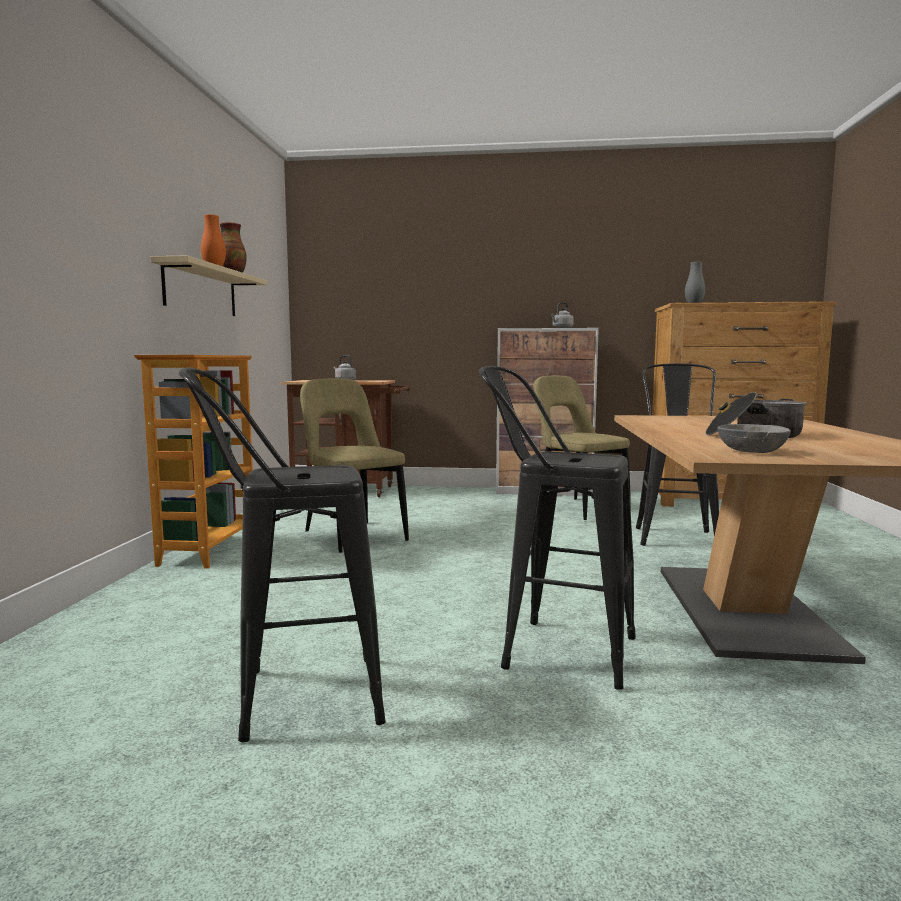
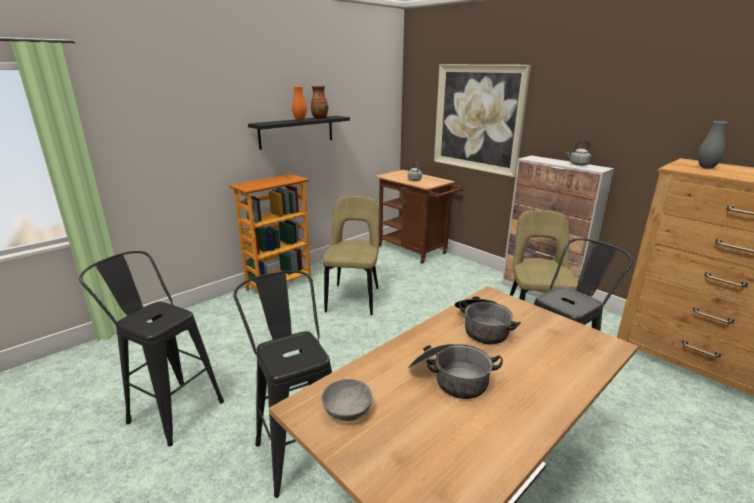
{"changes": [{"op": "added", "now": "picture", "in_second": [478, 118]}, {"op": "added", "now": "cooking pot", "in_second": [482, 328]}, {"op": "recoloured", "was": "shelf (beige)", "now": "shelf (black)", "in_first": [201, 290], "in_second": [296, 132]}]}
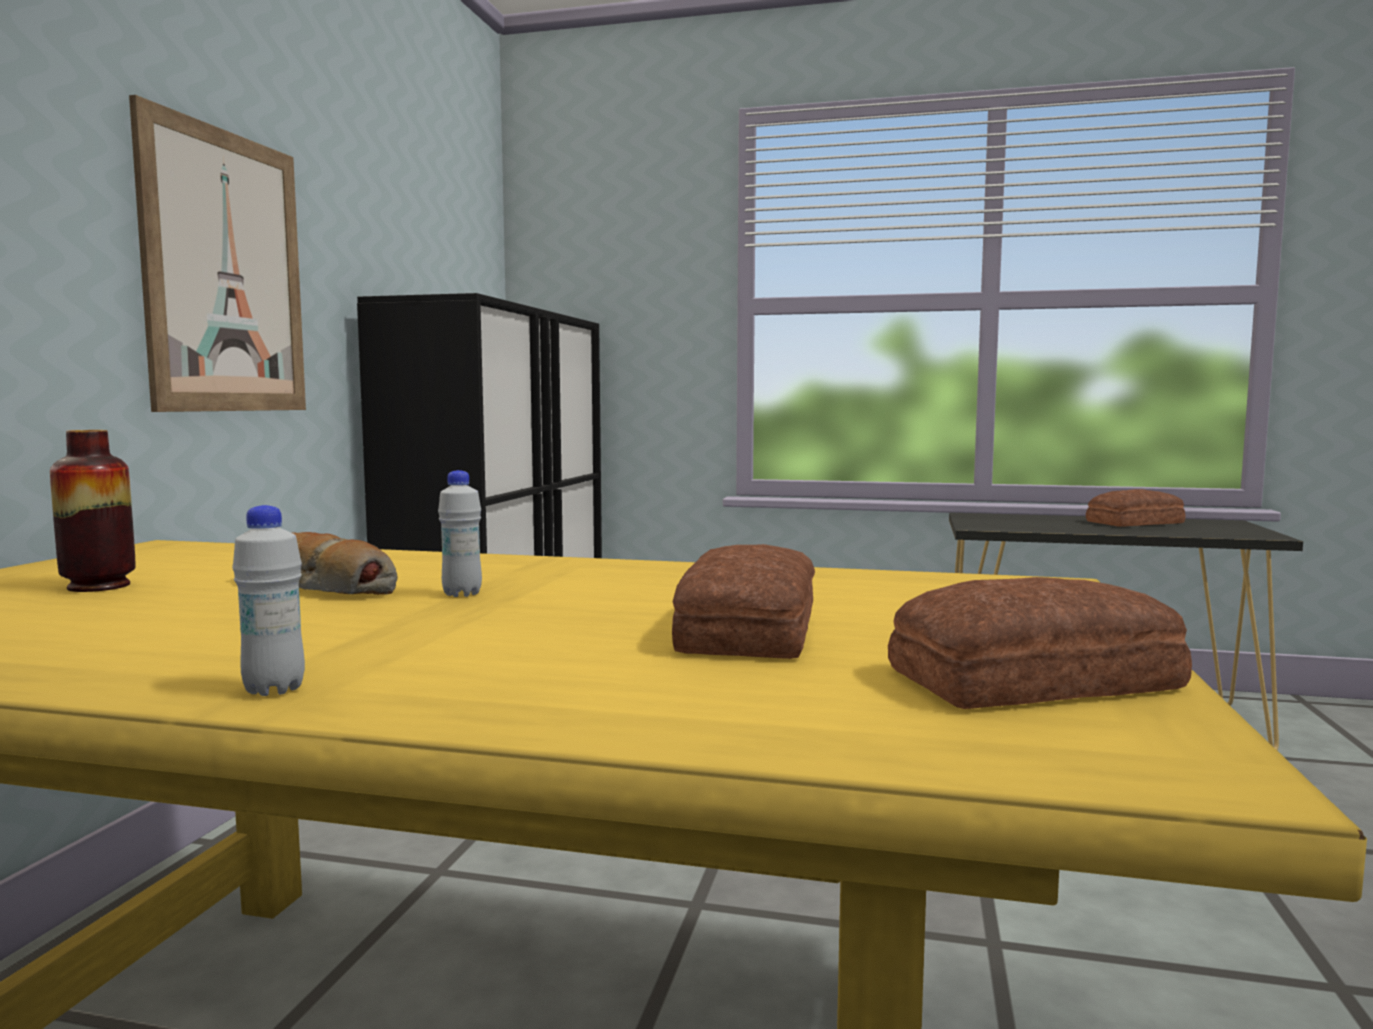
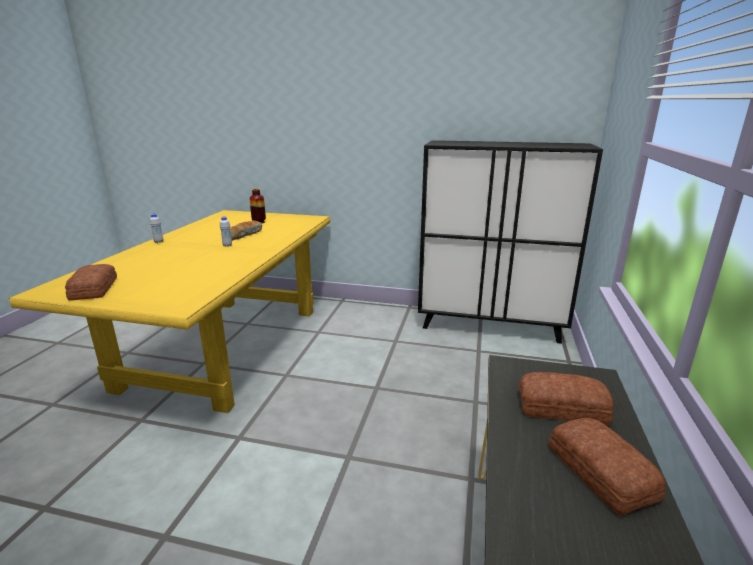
{"changes": [{"op": "removed", "was": "picture", "in_first": [225, 272]}, {"op": "moved", "was": "bread", "in_first": [752, 630], "in_second": [563, 408]}]}
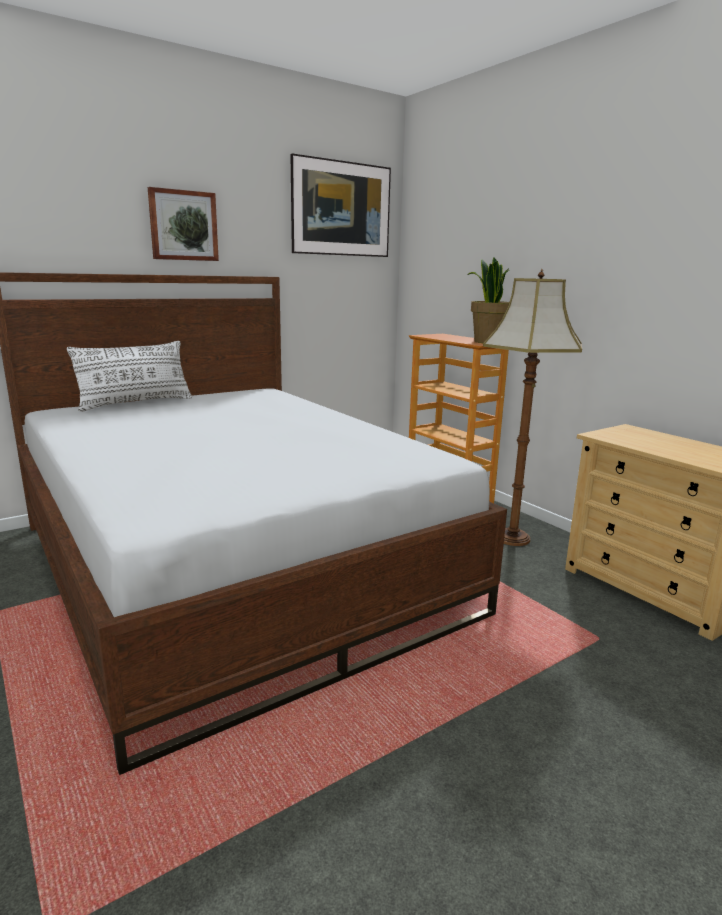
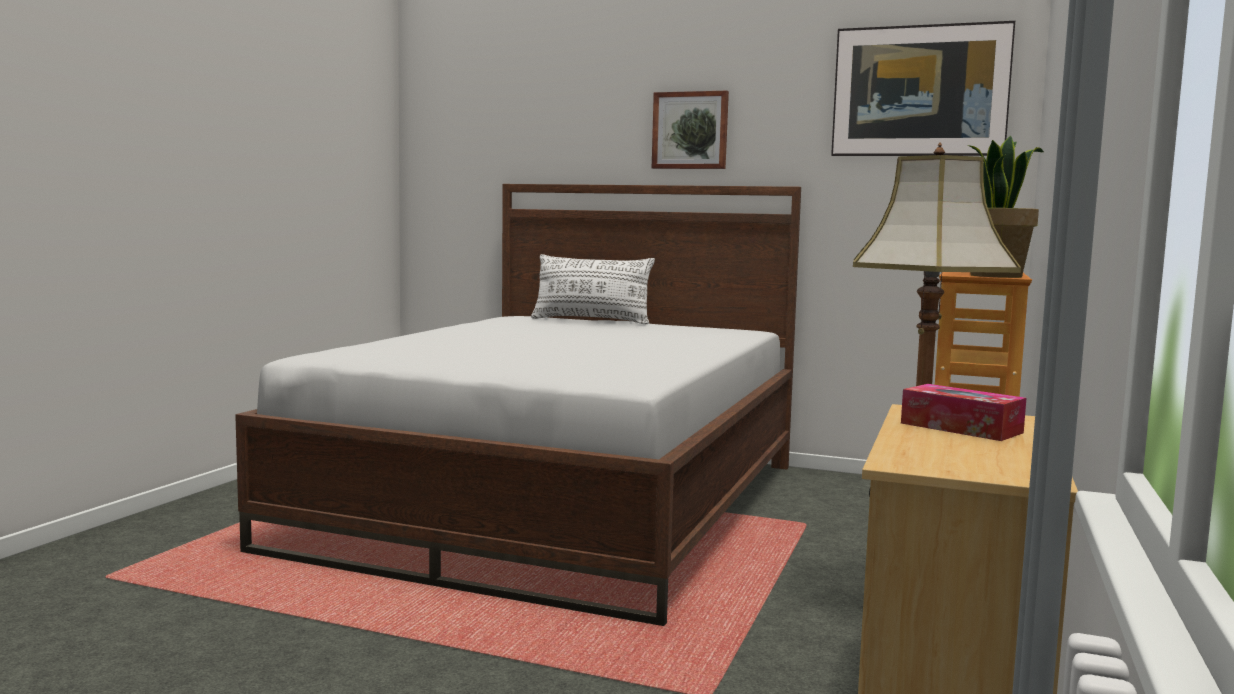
{"changes": [{"op": "added", "now": "tissue box", "in_second": [961, 428]}]}
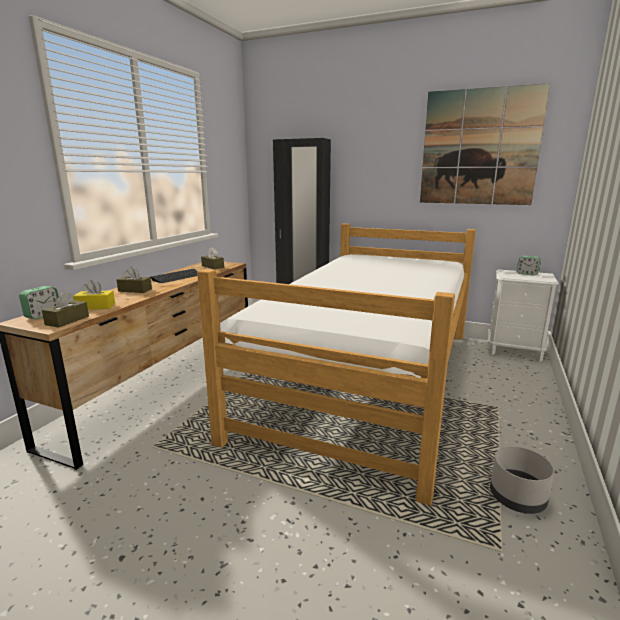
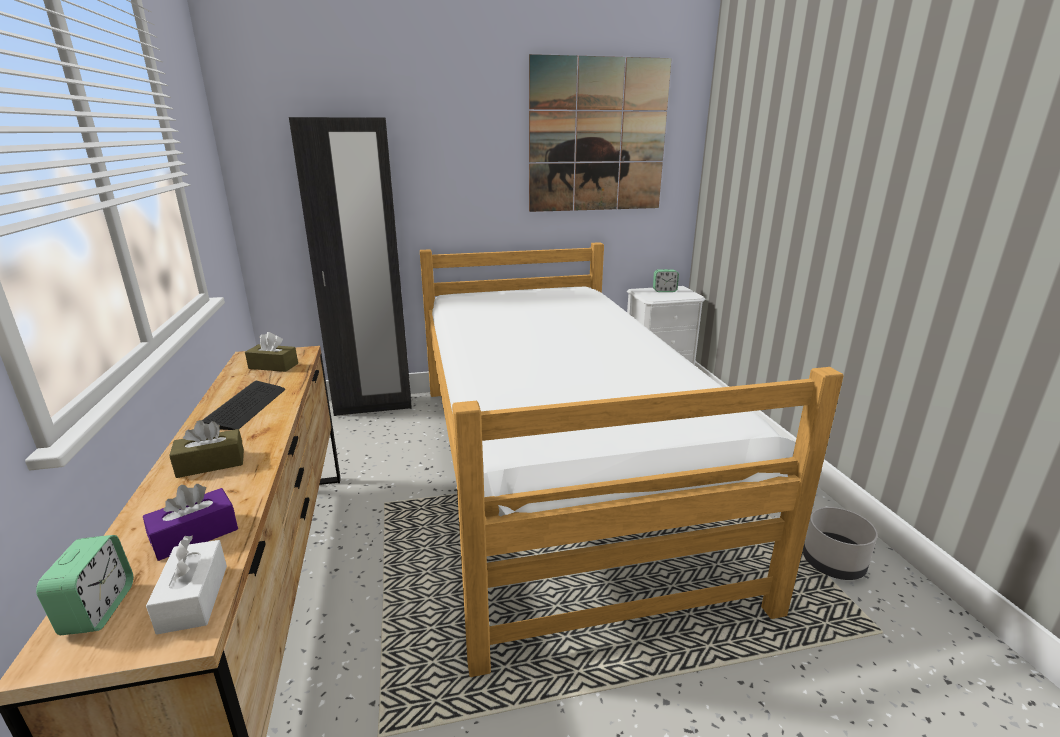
{"changes": [{"op": "recoloured", "was": "tissue box (brown)", "now": "tissue box (white)", "in_first": [67, 320], "in_second": [194, 598]}, {"op": "recoloured", "was": "tissue box (yellow)", "now": "tissue box (purple)", "in_first": [95, 306], "in_second": [195, 535]}]}
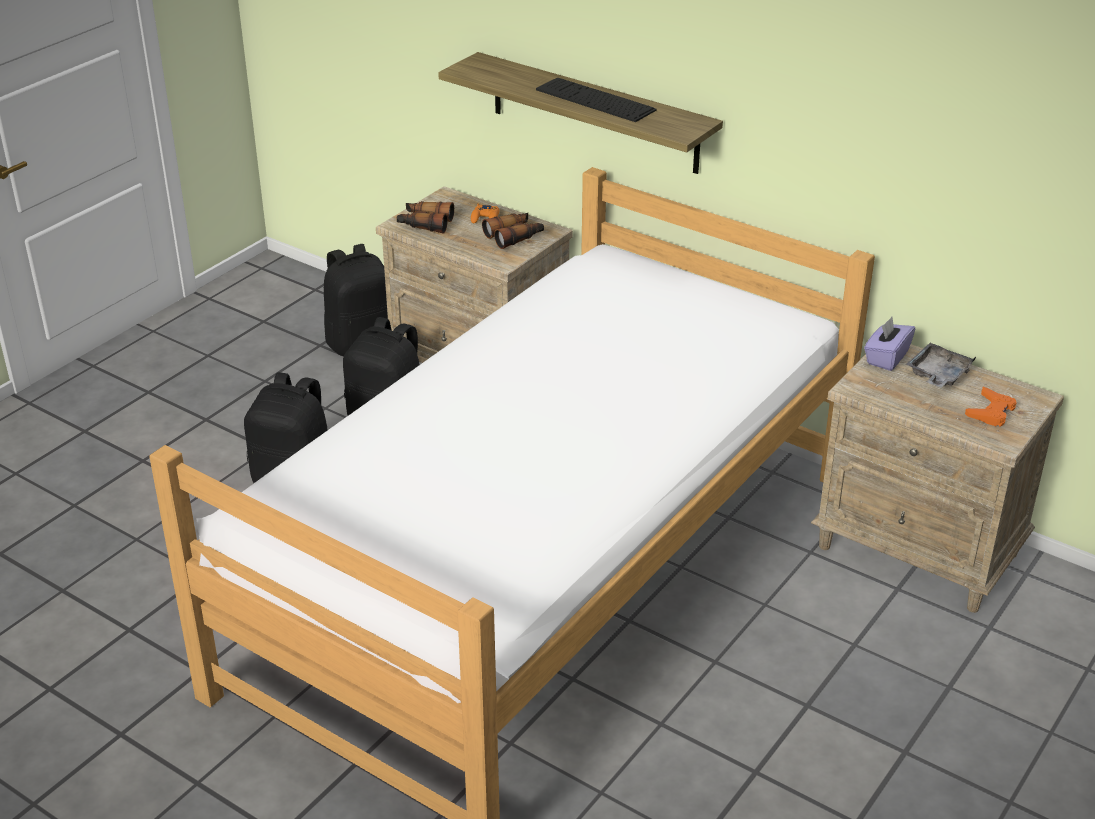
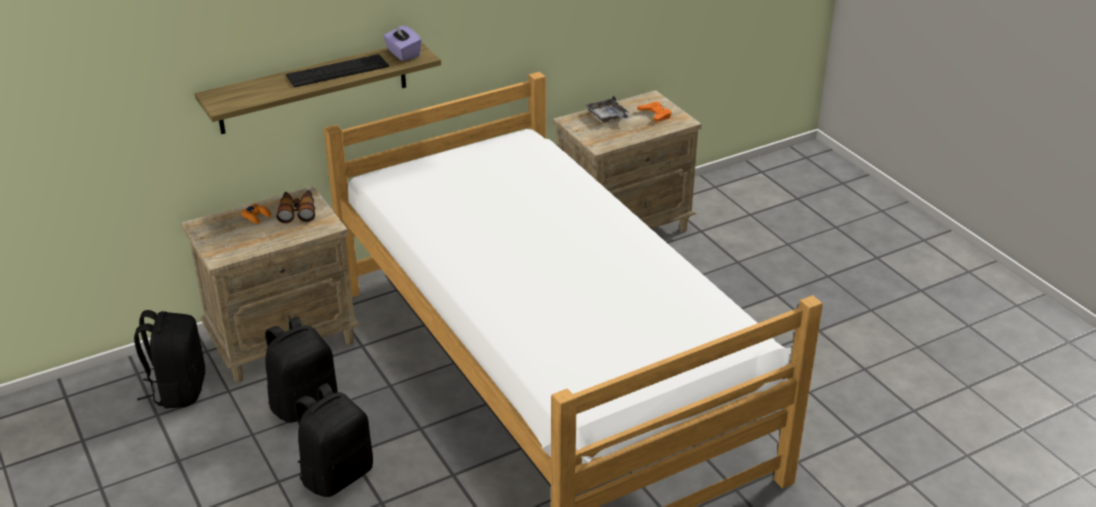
{"changes": [{"op": "removed", "was": "binoculars", "in_first": [425, 224]}, {"op": "moved", "was": "tissue box (purple)", "in_first": [886, 358], "in_second": [403, 54]}]}
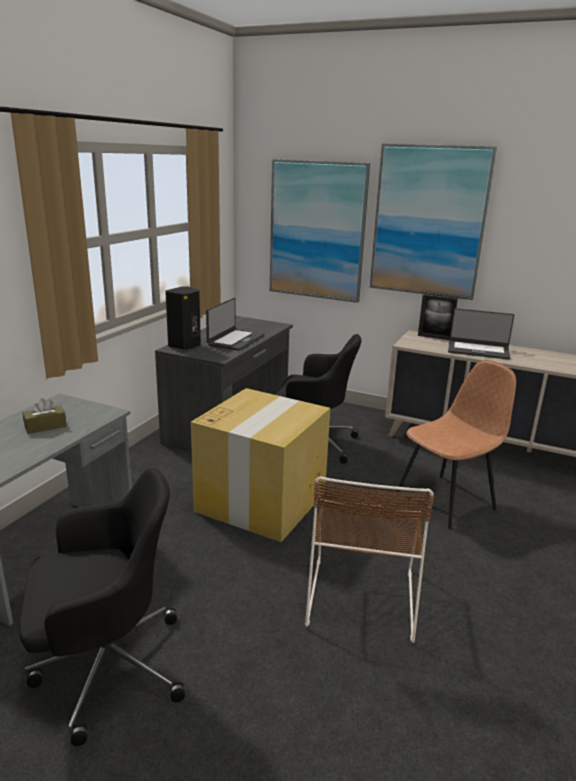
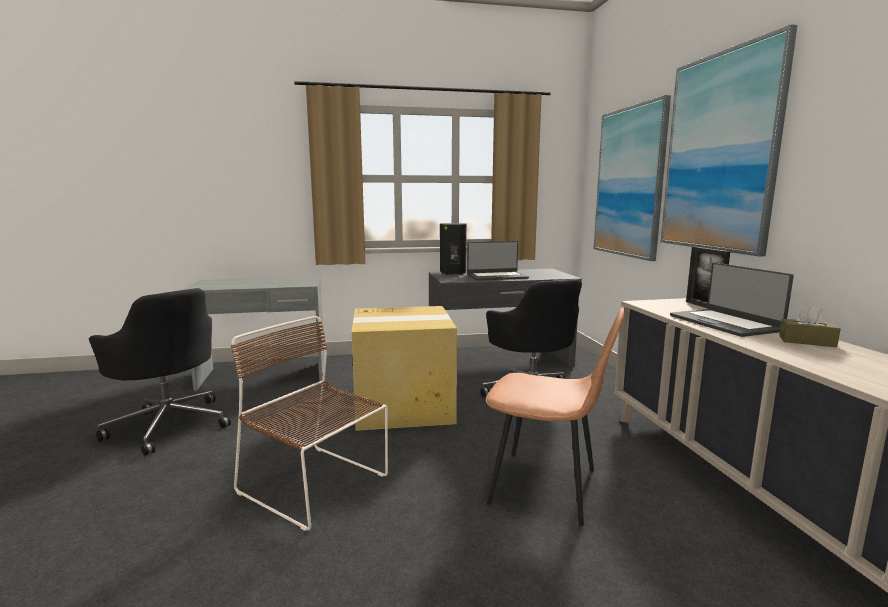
{"changes": [{"op": "moved", "was": "tissue box (brown)", "in_first": [45, 426], "in_second": [807, 341]}, {"op": "turned", "was": "chair (brown)", "in_first": [361, 594], "in_second": [316, 485], "clockwise": 60}]}
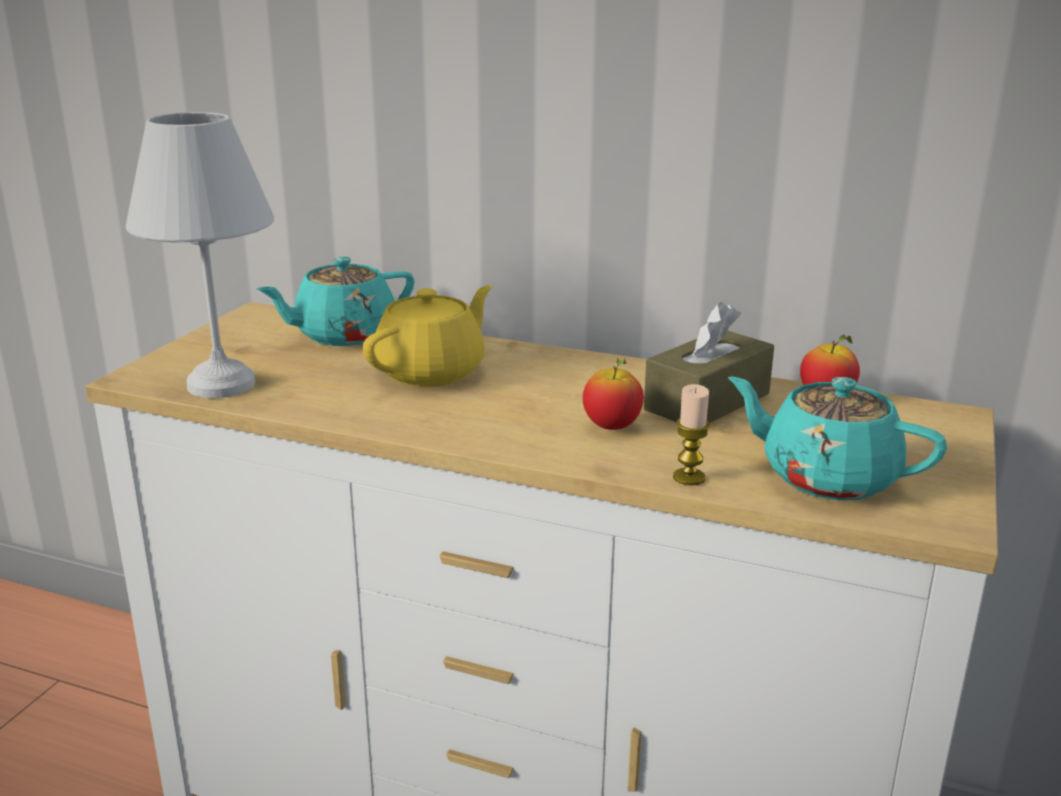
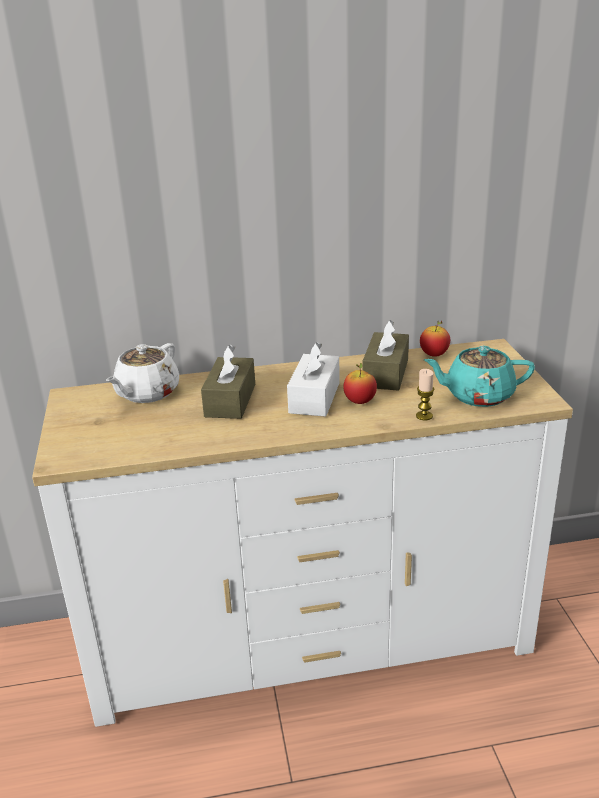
{"changes": [{"op": "removed", "was": "table lamp (white)", "in_first": [220, 383]}, {"op": "added", "now": "tissue box (white)", "in_second": [314, 397]}, {"op": "replaced", "was": "teapot (yellow)", "now": "tissue box (brown)", "in_first": [432, 372], "in_second": [230, 400]}, {"op": "recoloured", "was": "teapot (turquoise)", "now": "teapot (white)", "in_first": [343, 335], "in_second": [146, 393]}]}
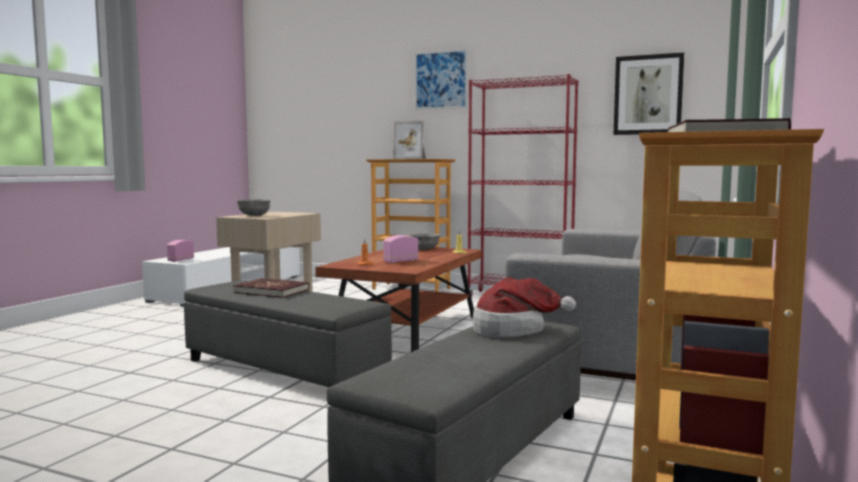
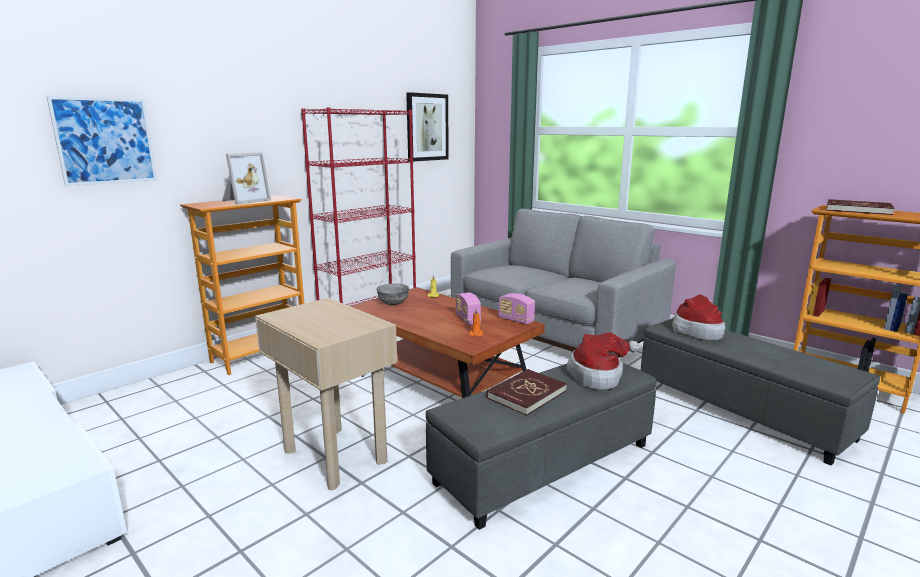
{"changes": [{"op": "removed", "was": "bowl (grey)", "in_first": [253, 215]}, {"op": "added", "now": "hat", "in_second": [599, 375]}, {"op": "moved", "was": "radio", "in_first": [180, 260], "in_second": [516, 320]}, {"op": "moved", "was": "picture", "in_first": [441, 80], "in_second": [105, 141]}]}
